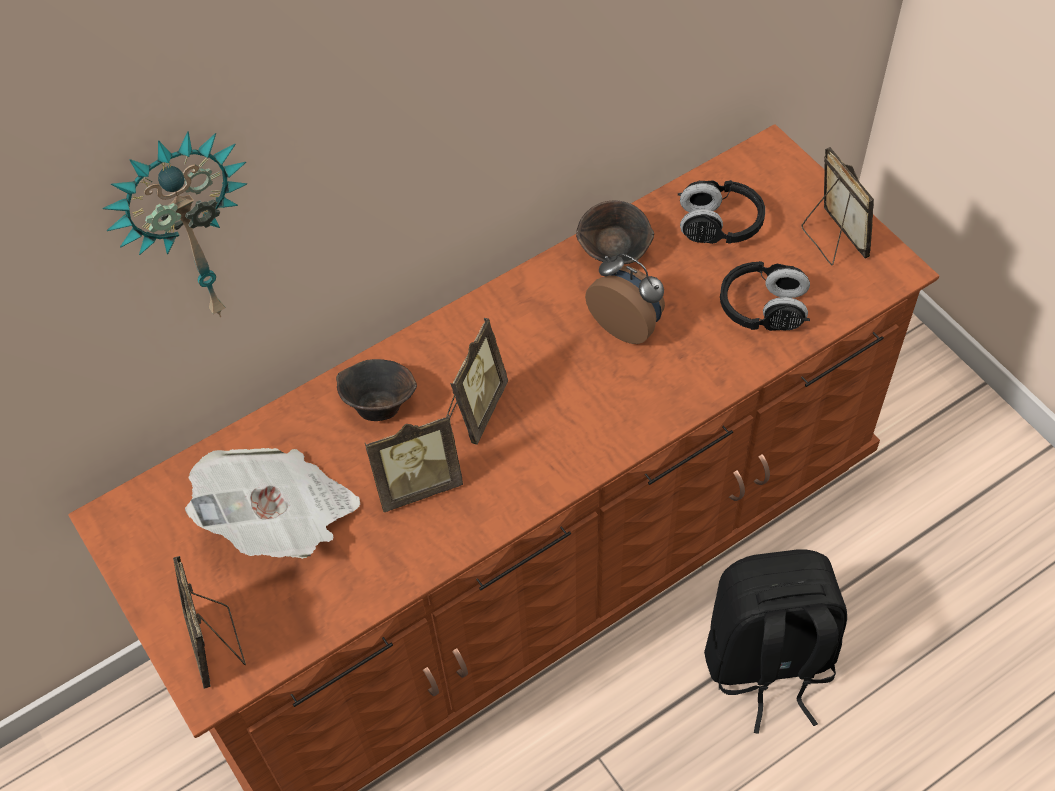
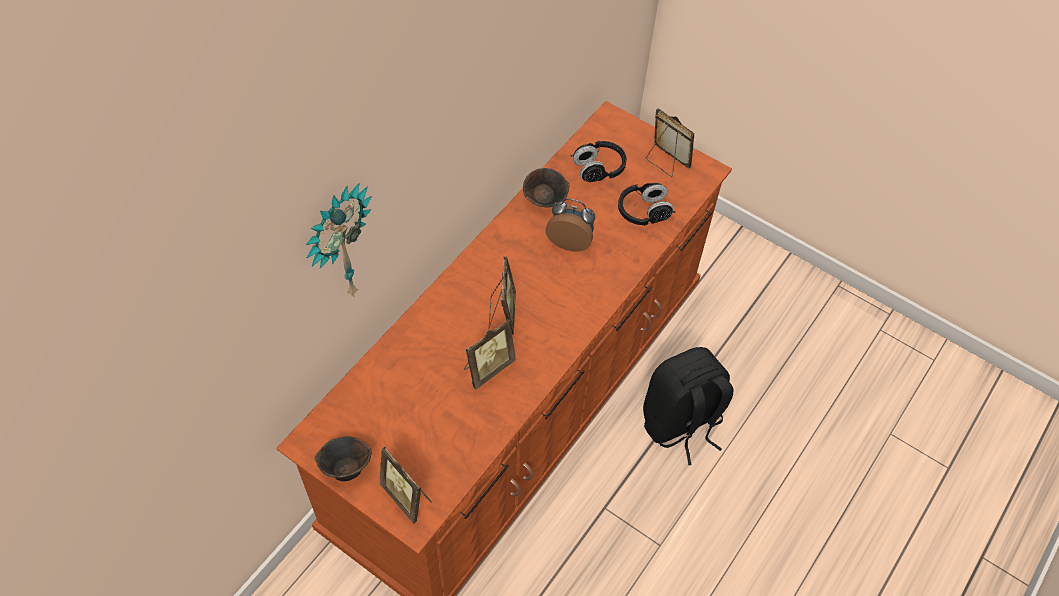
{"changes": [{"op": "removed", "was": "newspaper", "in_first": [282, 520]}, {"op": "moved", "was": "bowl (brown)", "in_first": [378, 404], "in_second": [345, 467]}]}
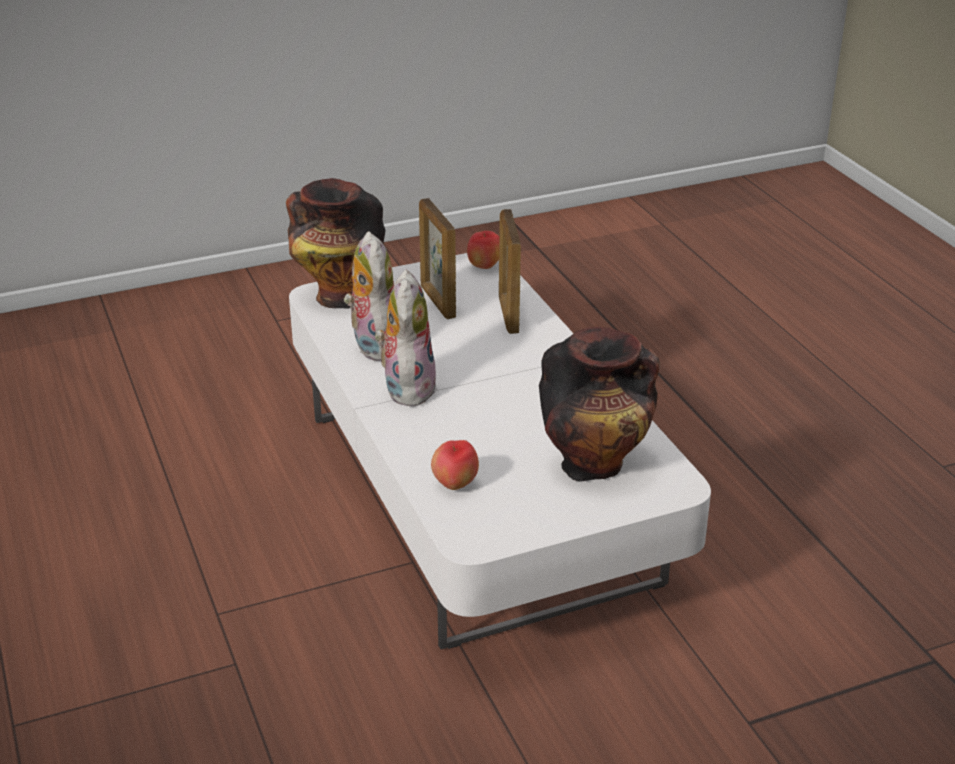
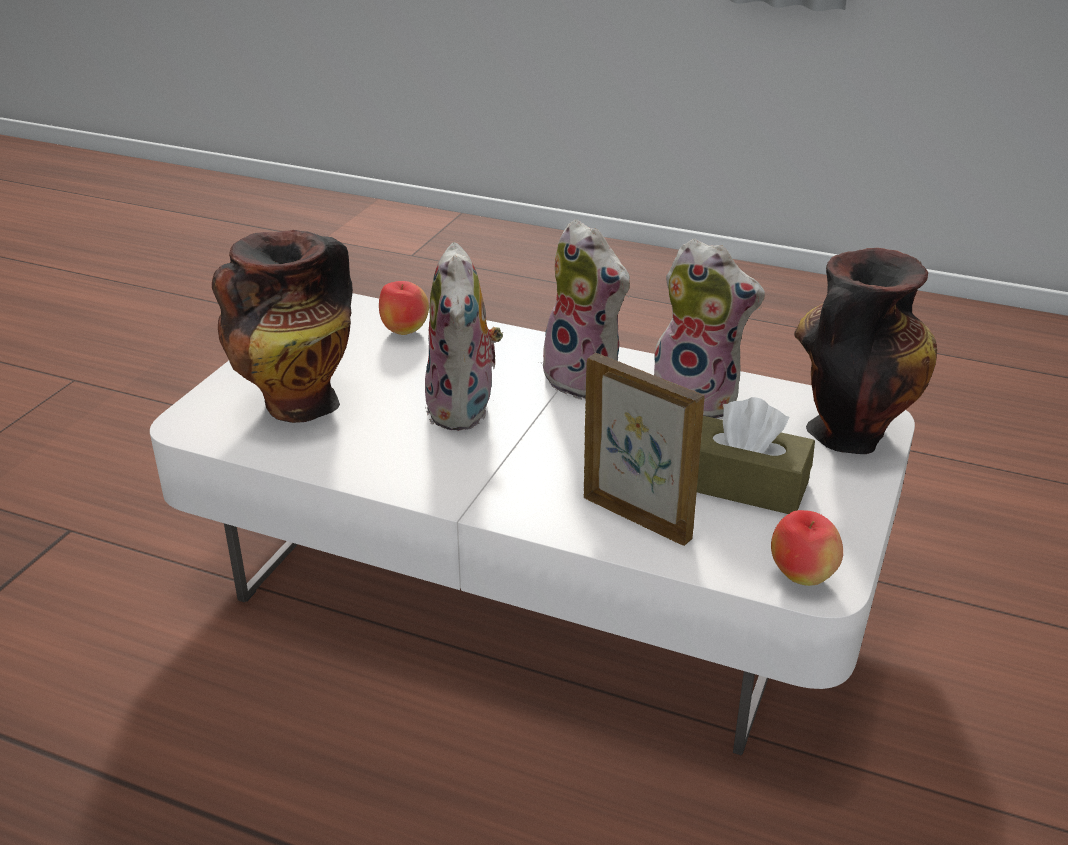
{"changes": [{"op": "added", "now": "plush toy", "in_second": [465, 410]}, {"op": "replaced", "was": "picture frame", "now": "tissue box (brown)", "in_first": [437, 302], "in_second": [744, 485]}]}
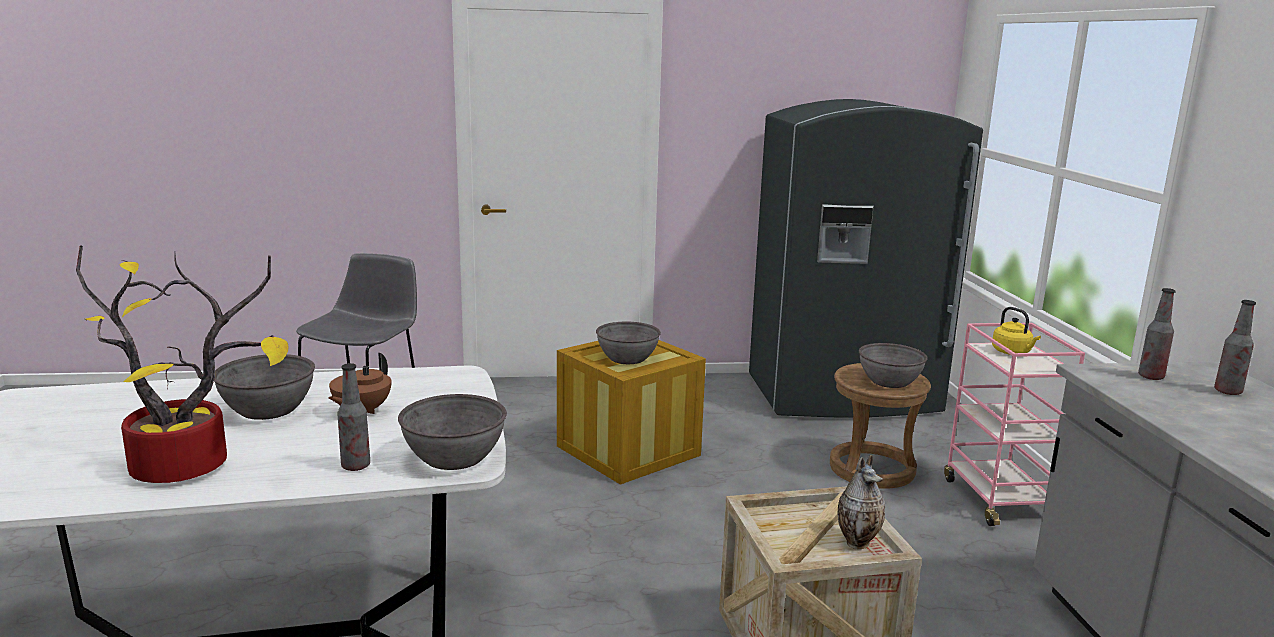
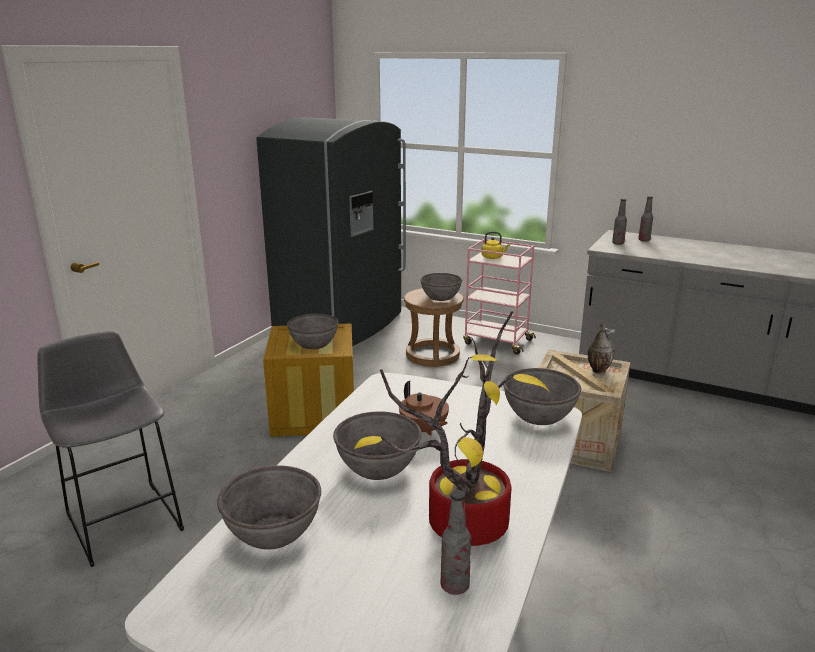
{"changes": [{"op": "added", "now": "bowl (grey)", "in_second": [272, 532]}, {"op": "moved", "was": "bottle", "in_first": [356, 466], "in_second": [454, 586]}]}
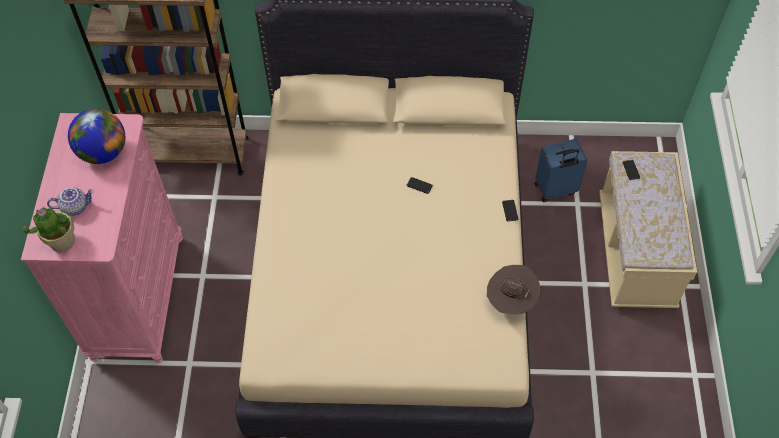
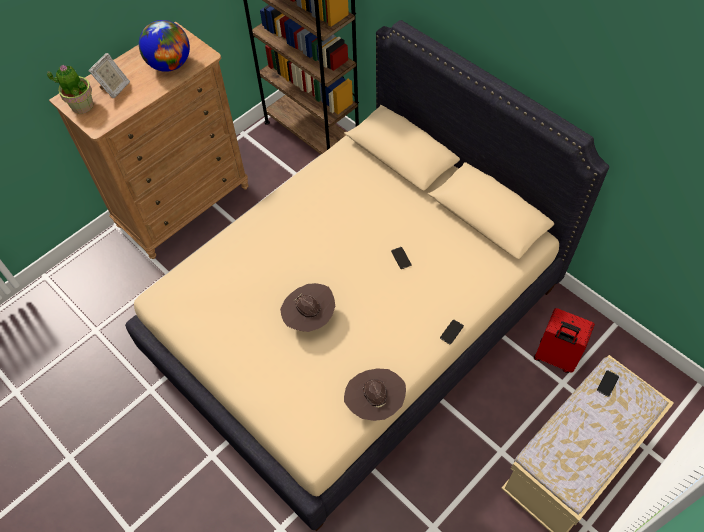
{"changes": [{"op": "added", "now": "hat (brown)", "in_second": [309, 318]}, {"op": "replaced", "was": "teapot", "now": "picture frame", "in_first": [75, 206], "in_second": [114, 88]}, {"op": "recoloured", "was": "dresser (pink)", "now": "dresser (brown)", "in_first": [138, 297], "in_second": [184, 206]}, {"op": "recoloured", "was": "suitcase (blue)", "now": "suitcase (red)", "in_first": [555, 190], "in_second": [555, 357]}]}
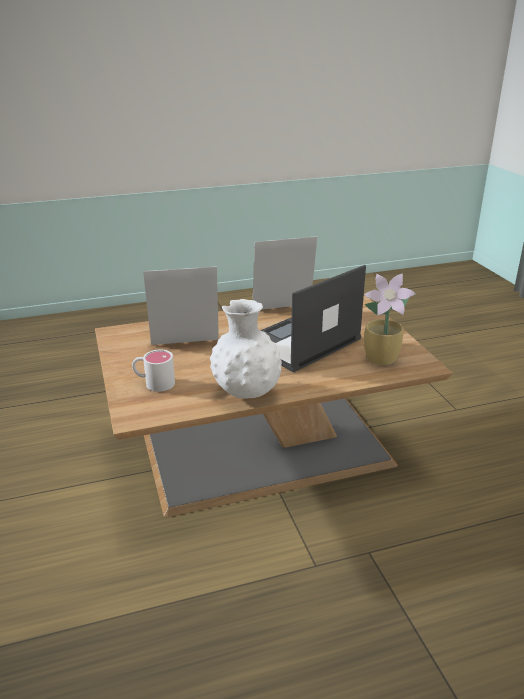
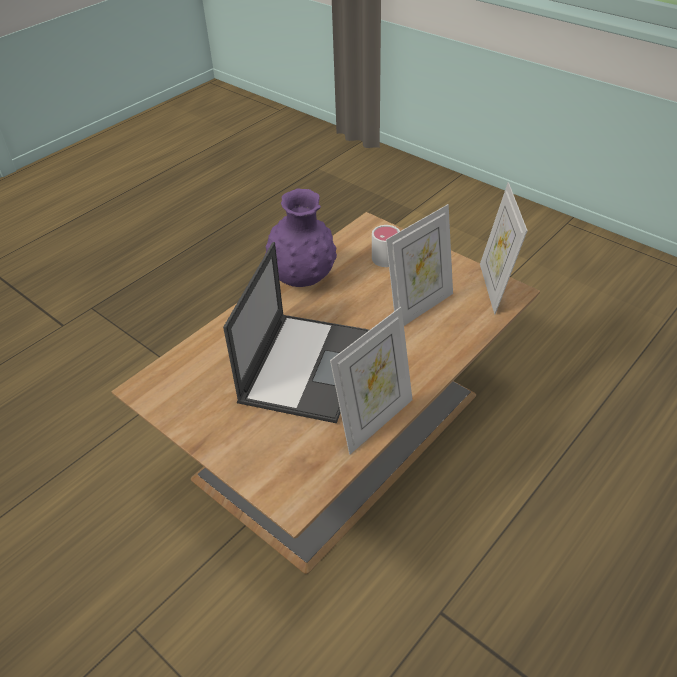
{"changes": [{"op": "removed", "was": "potted plant", "in_first": [383, 359]}, {"op": "added", "now": "picture frame", "in_second": [495, 288]}, {"op": "recoloured", "was": "vase (white)", "now": "vase (purple)", "in_first": [247, 393], "in_second": [303, 279]}]}
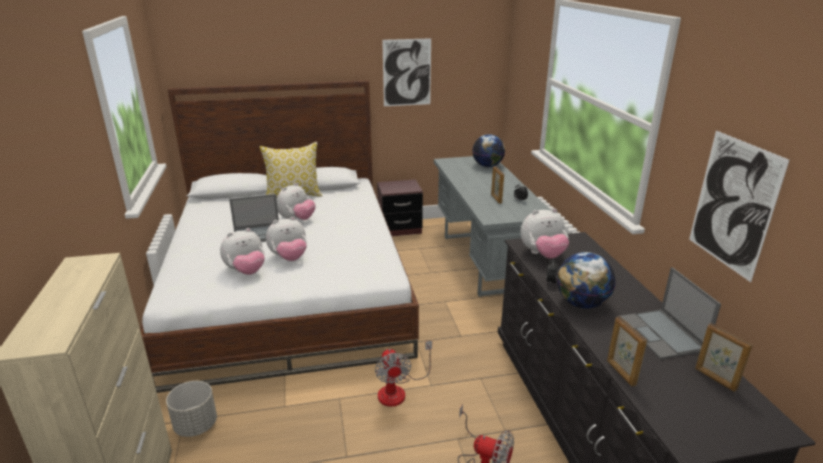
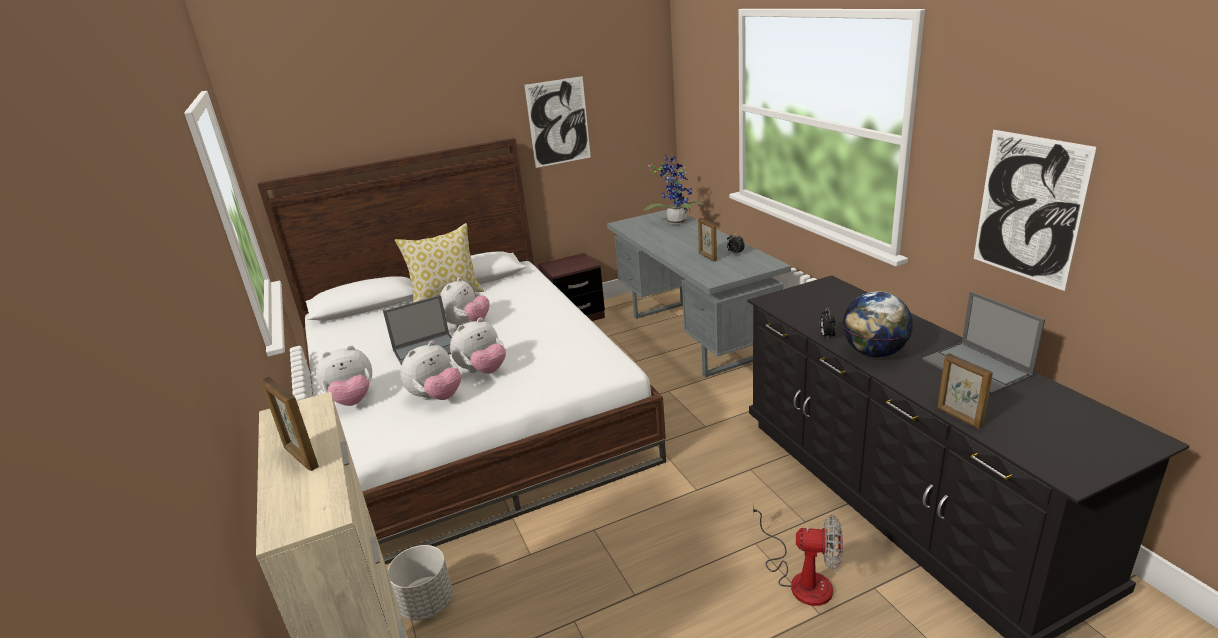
{"changes": [{"op": "removed", "was": "fan", "in_first": [398, 390]}, {"op": "moved", "was": "plush toy", "in_first": [542, 255], "in_second": [352, 400]}, {"op": "moved", "was": "picture frame", "in_first": [715, 379], "in_second": [301, 458]}, {"op": "replaced", "was": "globe", "now": "potted plant", "in_first": [487, 166], "in_second": [676, 221]}]}
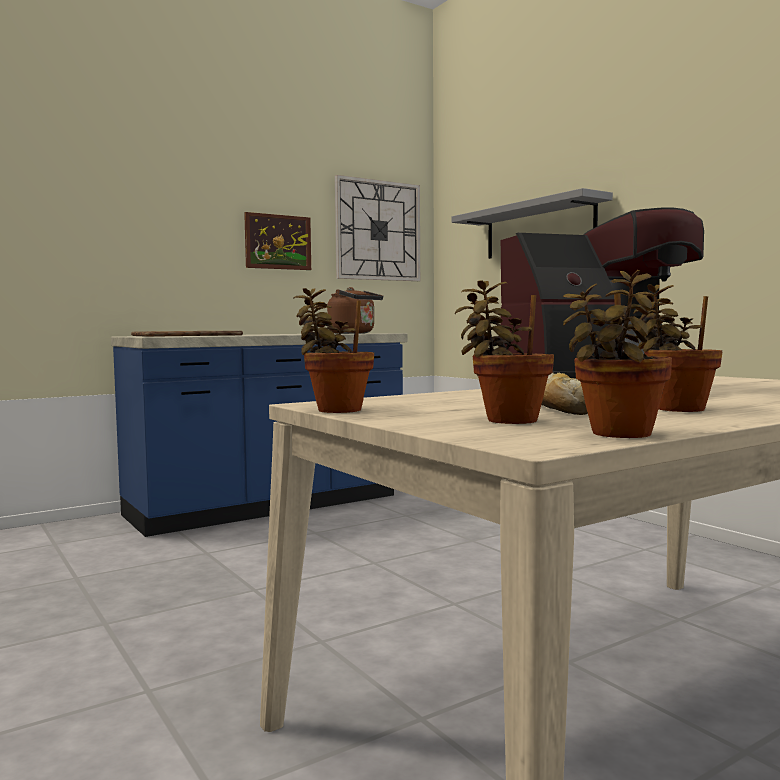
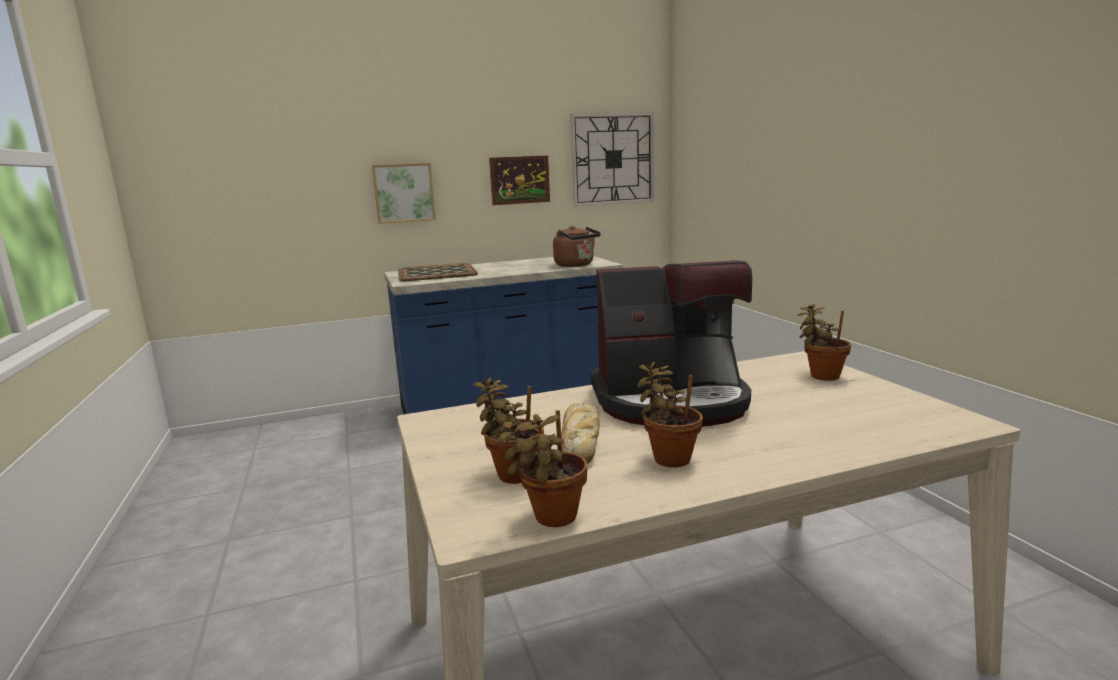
{"changes": [{"op": "removed", "was": "shelf (grey)", "in_first": [538, 229]}, {"op": "added", "now": "picture", "in_second": [404, 193]}, {"op": "moved", "was": "potted plant", "in_first": [334, 410], "in_second": [821, 375]}]}
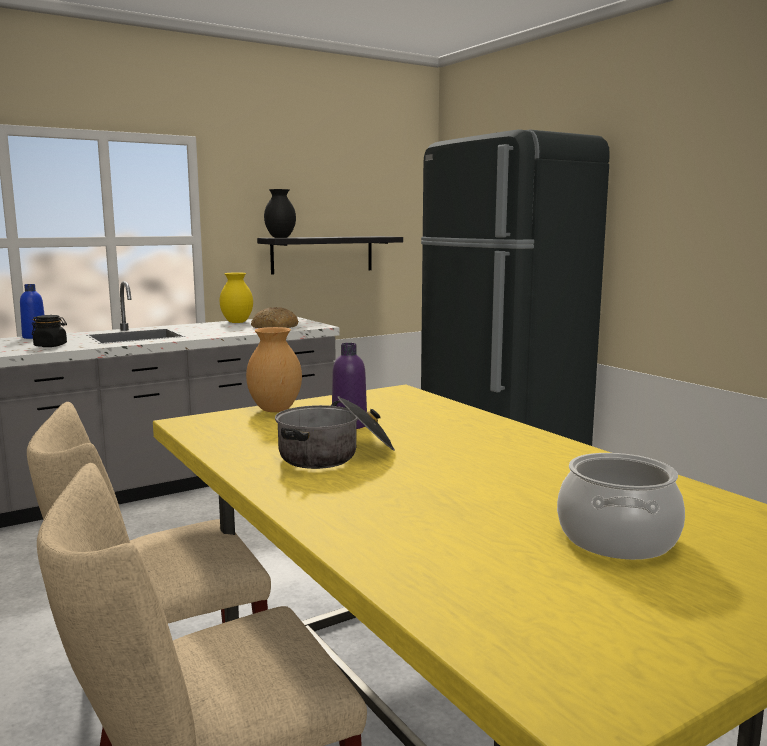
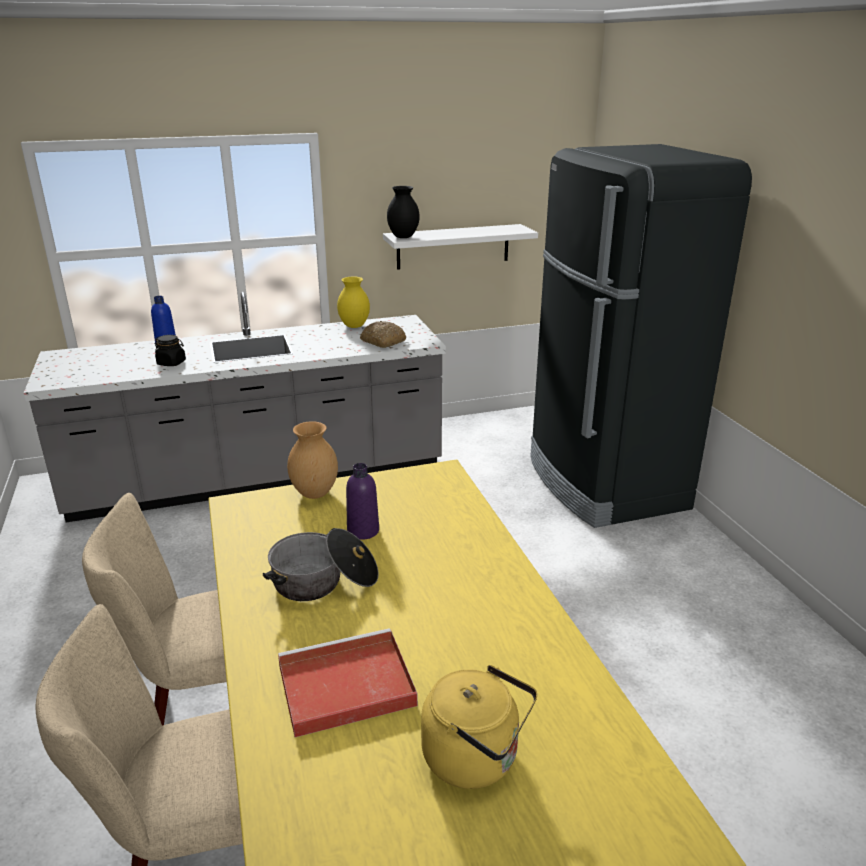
{"changes": [{"op": "added", "now": "tray (red)", "in_second": [343, 686]}, {"op": "replaced", "was": "cooking pot", "now": "kettle (yellow)", "in_first": [618, 539], "in_second": [476, 758]}, {"op": "recoloured", "was": "shelf (black)", "now": "shelf (white)", "in_first": [322, 254], "in_second": [453, 246]}]}
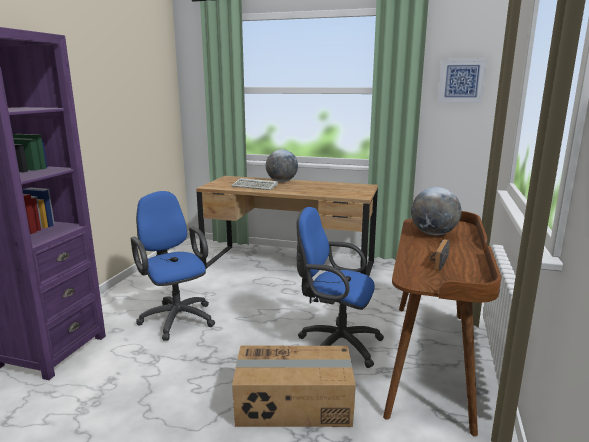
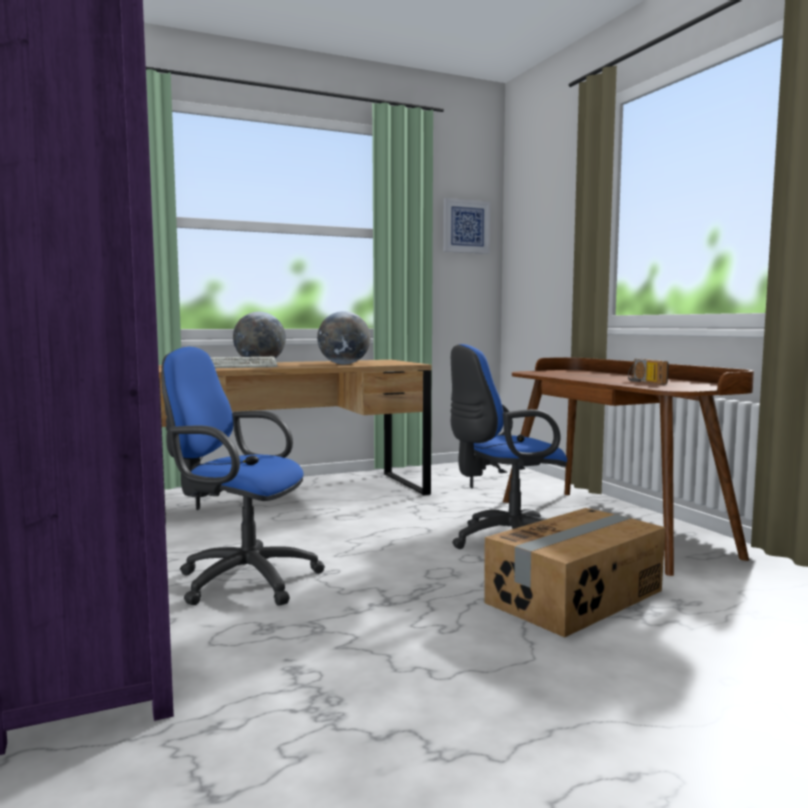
{"changes": [{"op": "moved", "was": "globe", "in_first": [433, 234], "in_second": [344, 364]}]}
